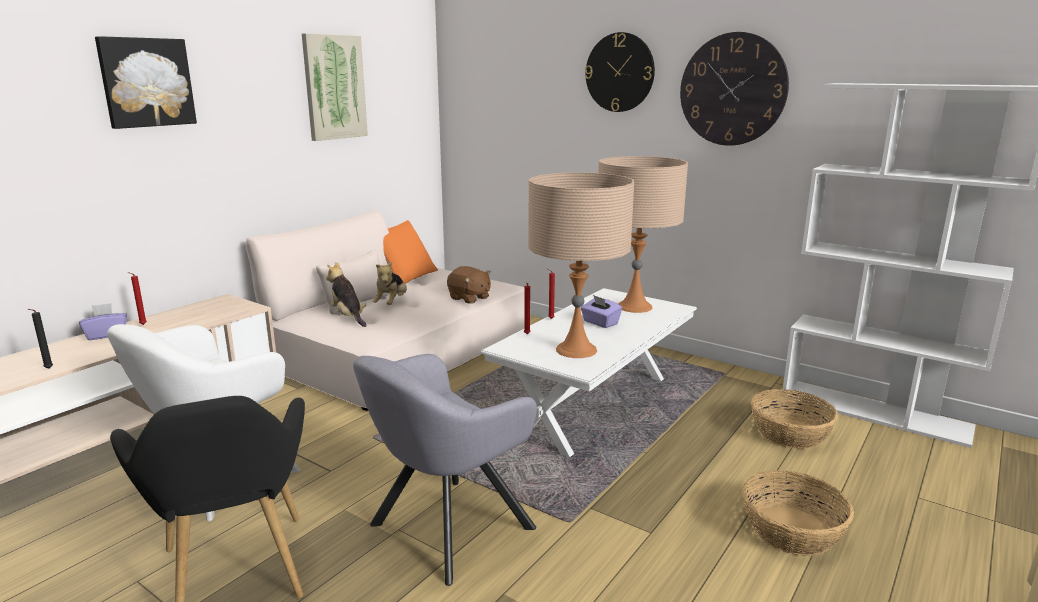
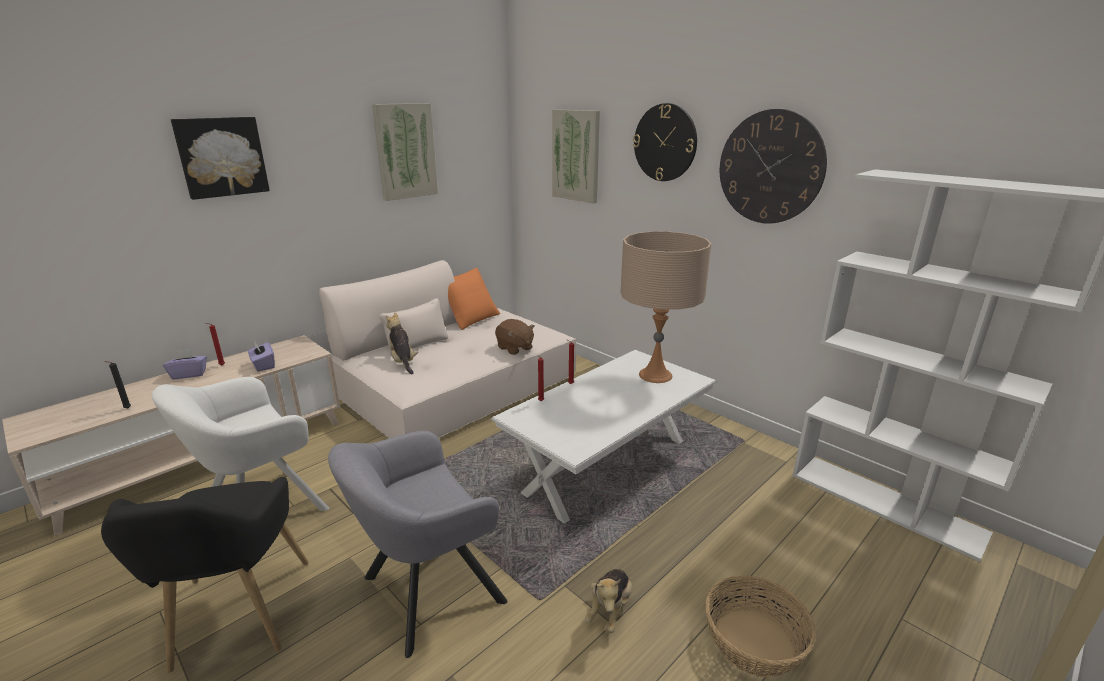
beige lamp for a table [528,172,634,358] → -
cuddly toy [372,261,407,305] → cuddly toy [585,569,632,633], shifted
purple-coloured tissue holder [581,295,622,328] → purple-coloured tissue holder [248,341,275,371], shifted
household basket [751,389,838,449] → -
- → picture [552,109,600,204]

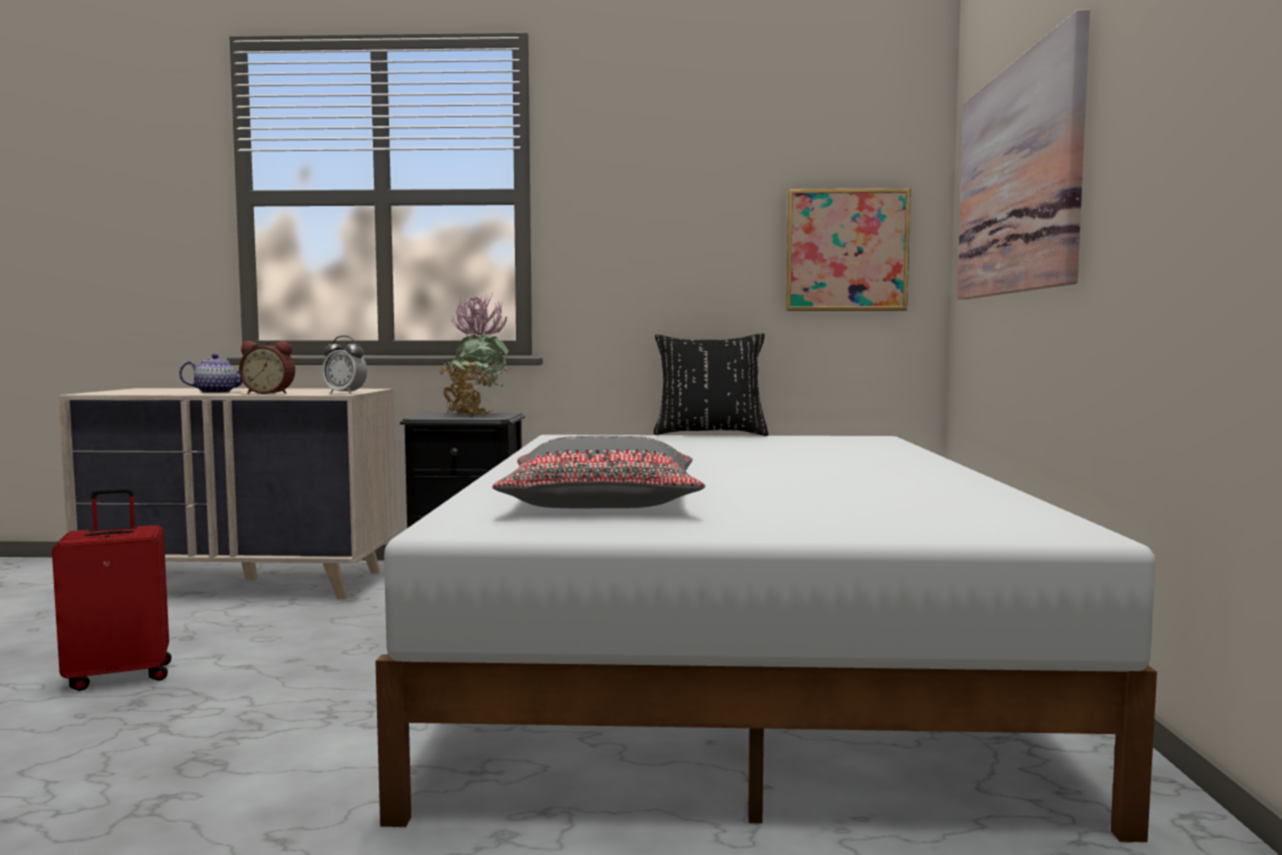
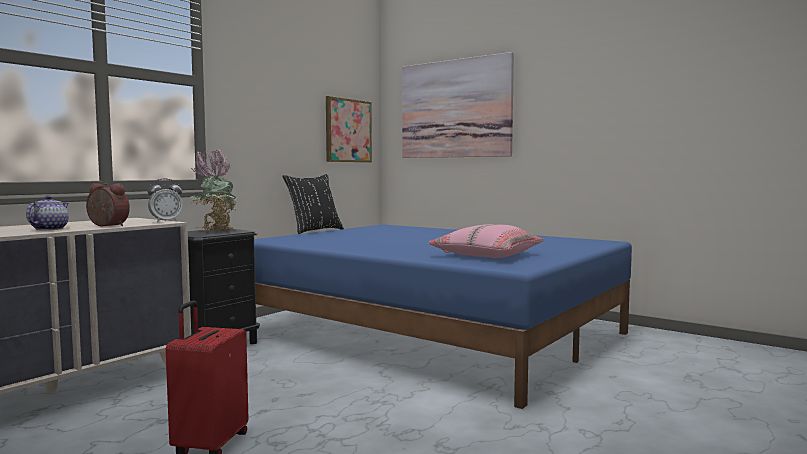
table clock [239,341,295,394] → table clock [86,183,130,226], 105 degrees counterclockwise
white-coloured sleeping bed [375,435,1157,842] → blue sleeping bed [254,224,632,409]
gray pillow [492,436,705,508] → pinkish pillow [428,224,544,258]

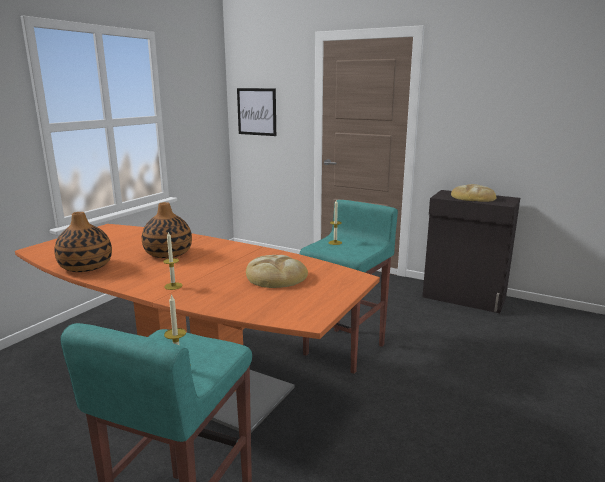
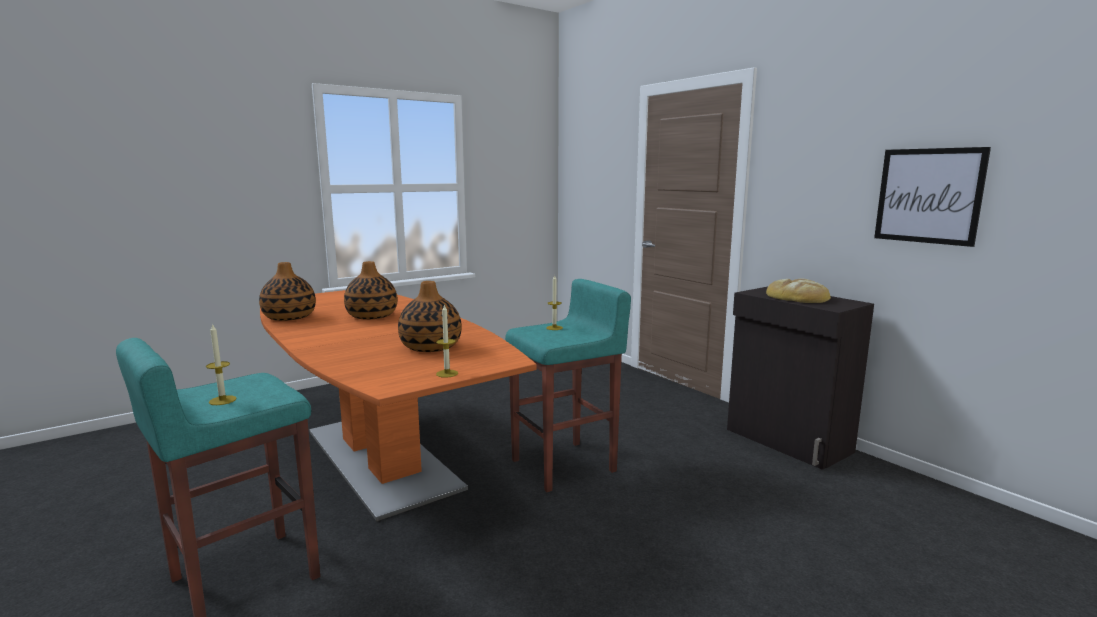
picture [237,88,276,136] → picture [874,147,991,247], shifted
candle [163,231,182,290] → candle [436,305,458,378], shifted
baked bread [246,255,308,288] → flower vase [398,281,462,352]

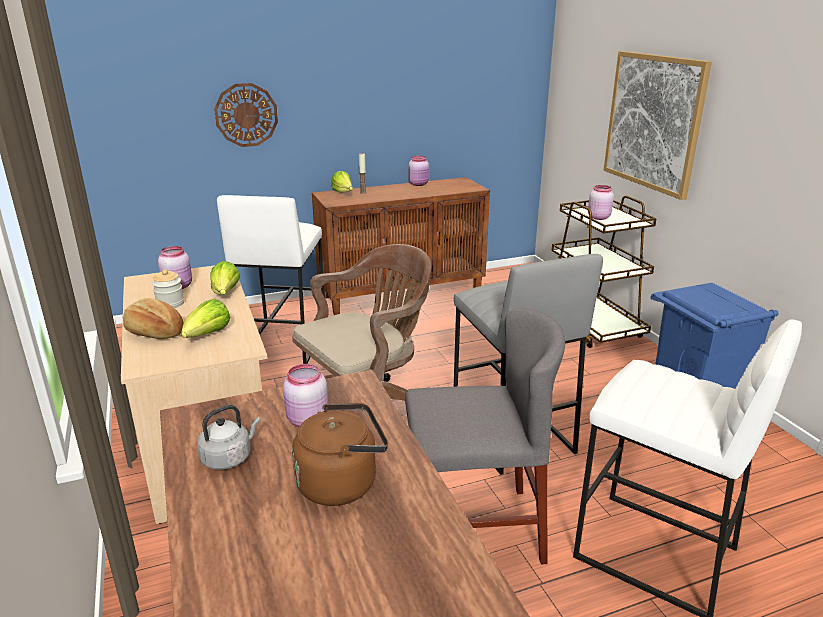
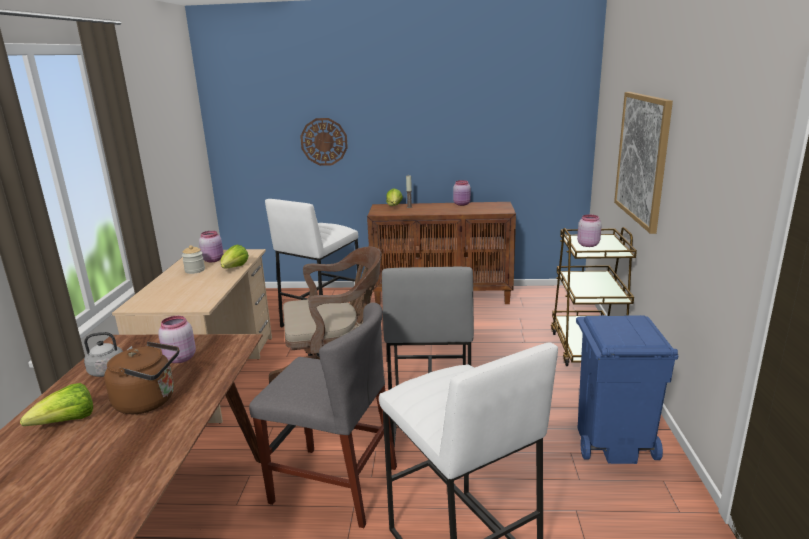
baked bread [123,298,184,339] → -
lettuce head [181,298,230,338] → lettuce head [20,383,93,426], shifted

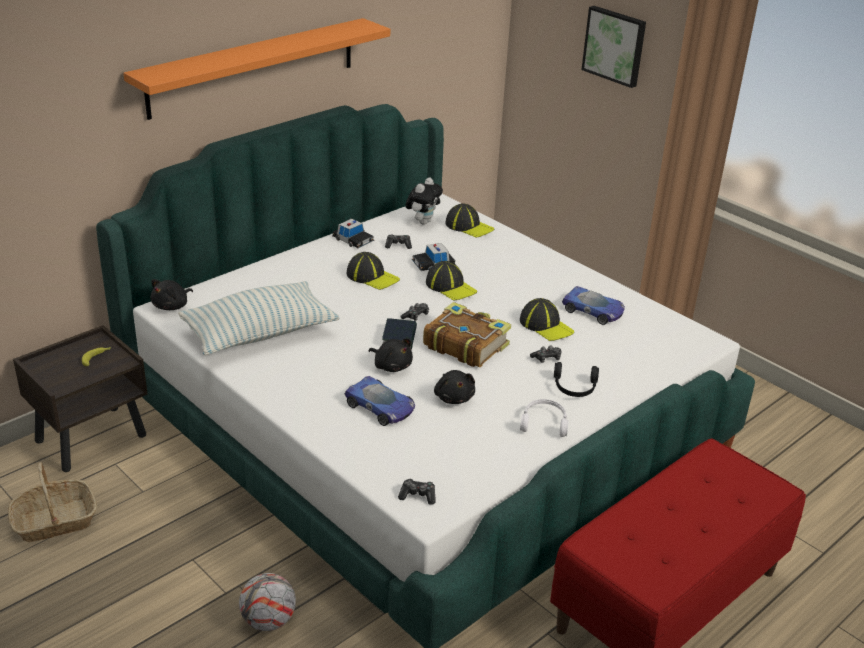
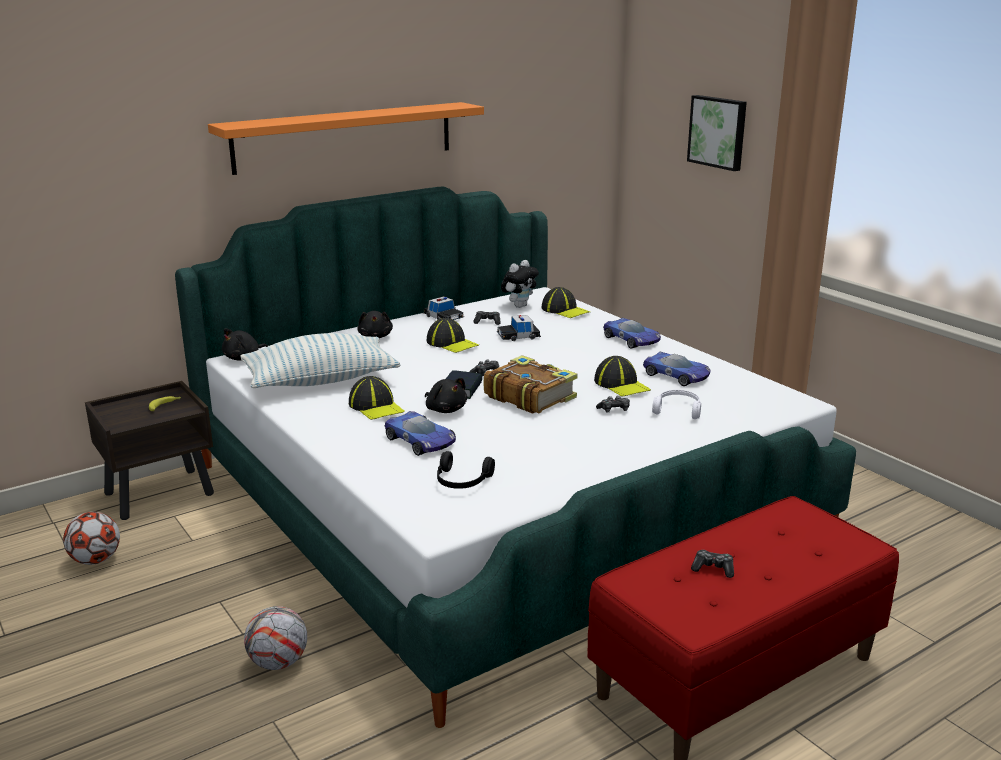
cap [426,261,477,301] → cap [349,376,405,420], shifted
blackish pair of headphones [554,362,599,397] → blackish pair of headphones [437,451,495,489], shifted
blackish cuddly toy [434,370,475,404] → blackish cuddly toy [357,311,393,338], shifted
white-coloured pair of headphones [520,399,569,437] → white-coloured pair of headphones [652,390,701,419], shifted
household basket [8,462,97,542] → football ball [63,512,120,565]
gamepad [398,479,436,505] → gamepad [691,550,734,578], shifted
- → toy car [603,318,661,349]

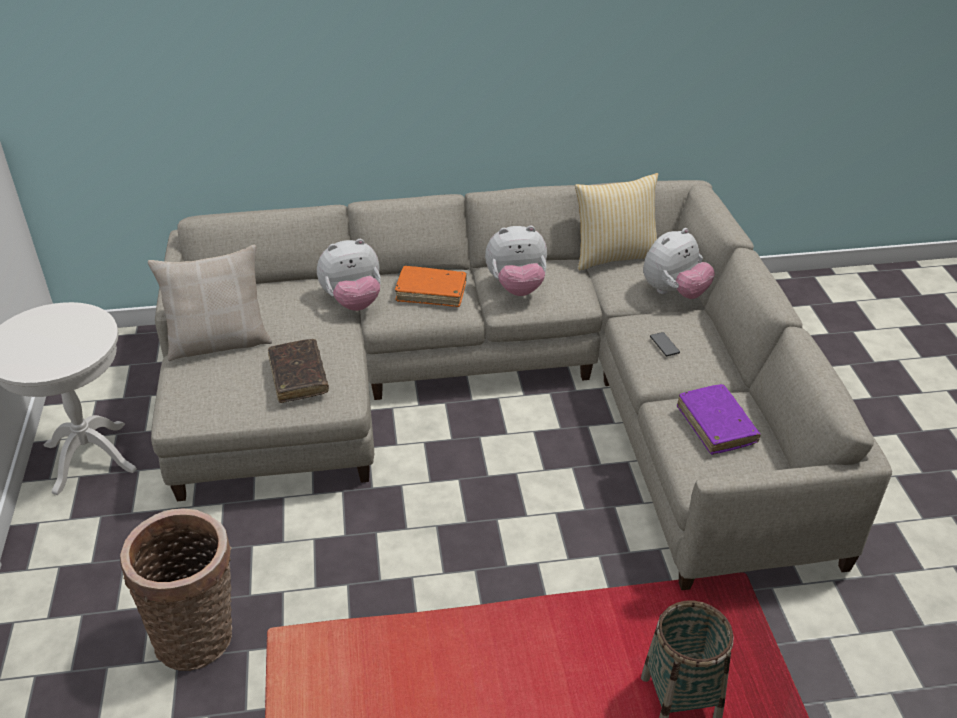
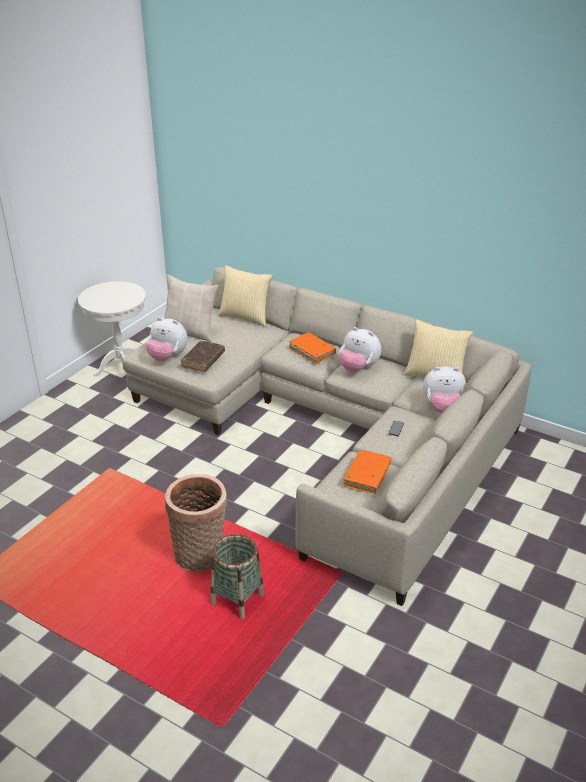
cuddly toy [317,239,381,311] → cuddly toy [146,317,188,361], shifted
purple-coloured book [677,384,761,455] → orange-coloured book [344,450,392,493]
household basket [120,508,232,671] → household basket [165,474,227,571], shifted
- → pillow [218,265,273,327]

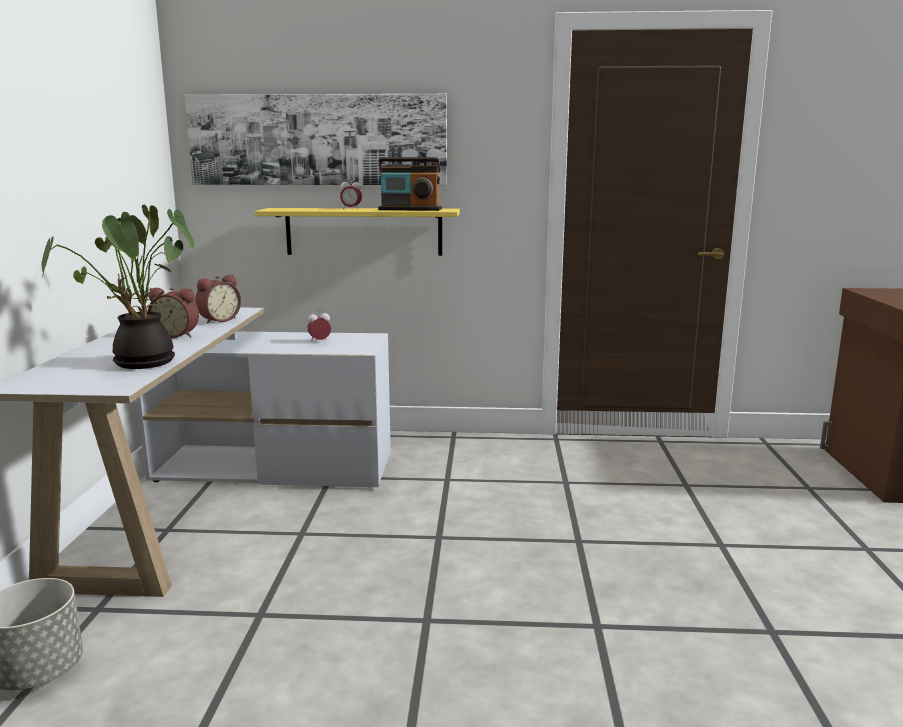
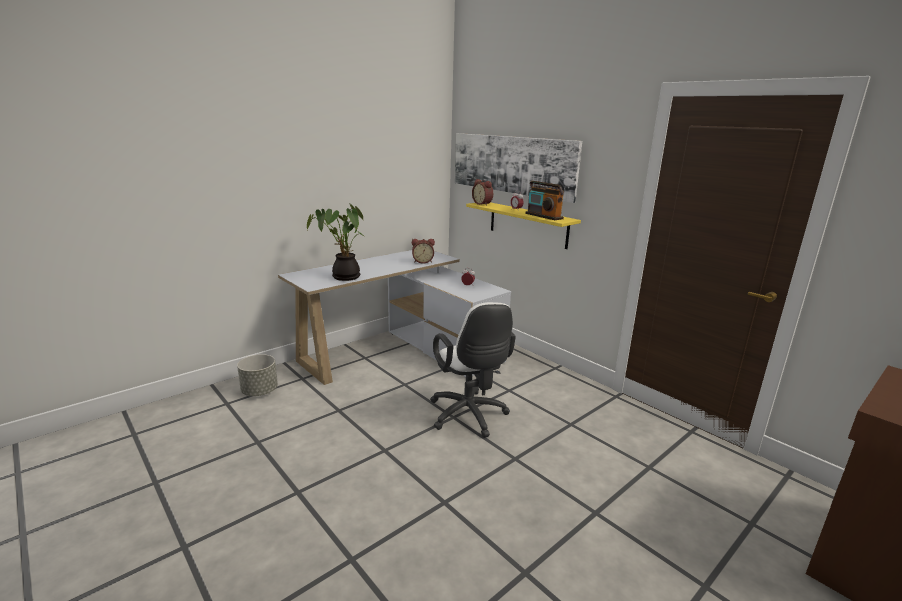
table clock [148,288,199,338] → table clock [472,179,493,206], shifted
- → white-coloured office chair [430,302,516,438]

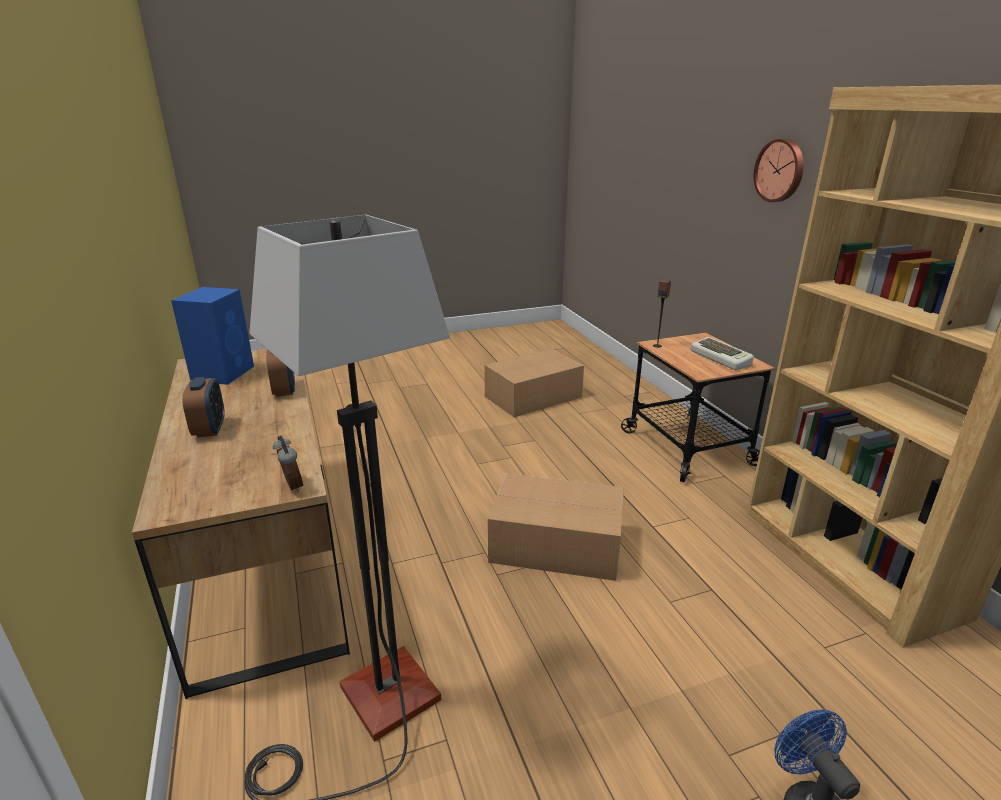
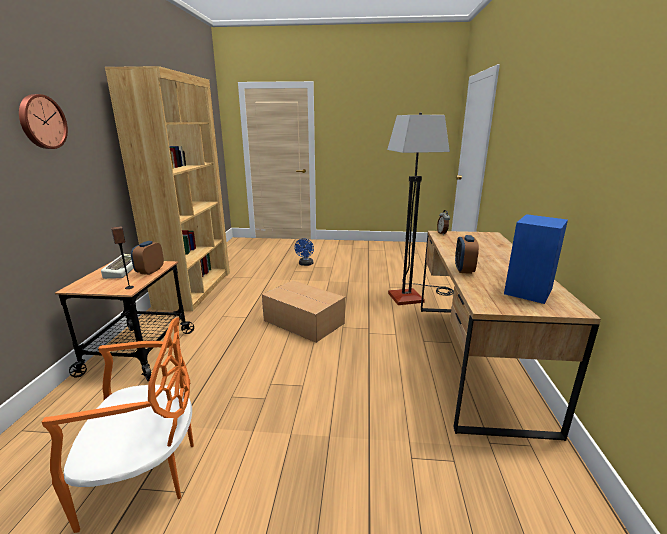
carton [484,349,584,417] → orange-coloured chair [41,317,194,533]
table clock [182,377,225,437] → table clock [131,241,164,275], shifted

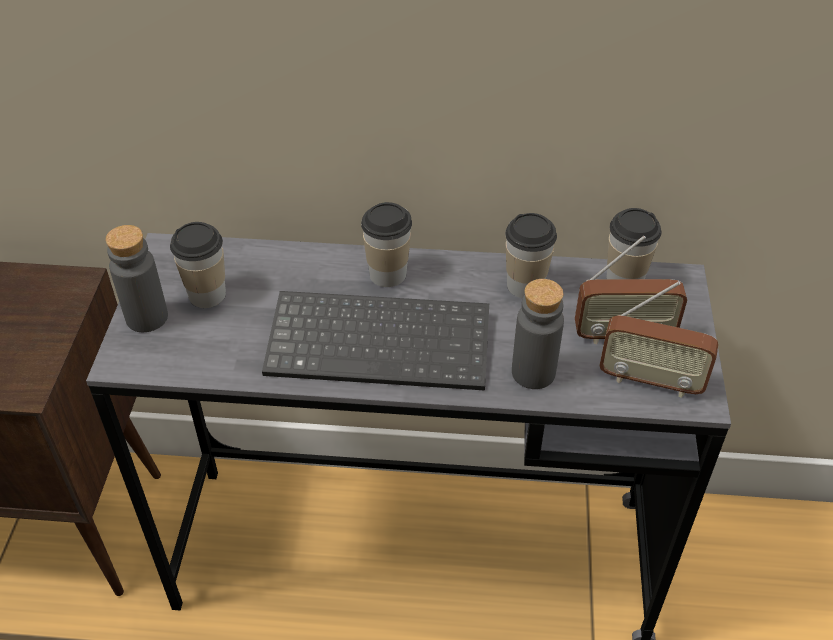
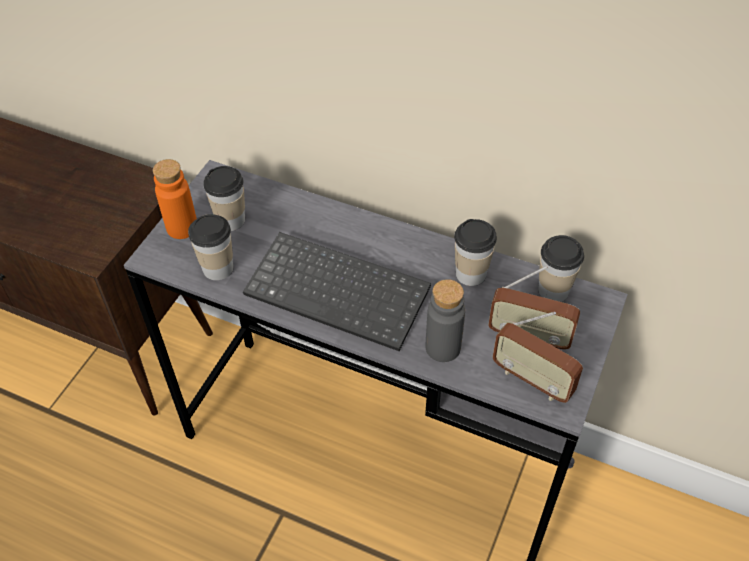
small cup [361,202,412,287] → small cup [188,214,233,280], shifted
gray beverage bottle [105,225,168,332] → orange-coloured beverage bottle [153,159,197,239]

